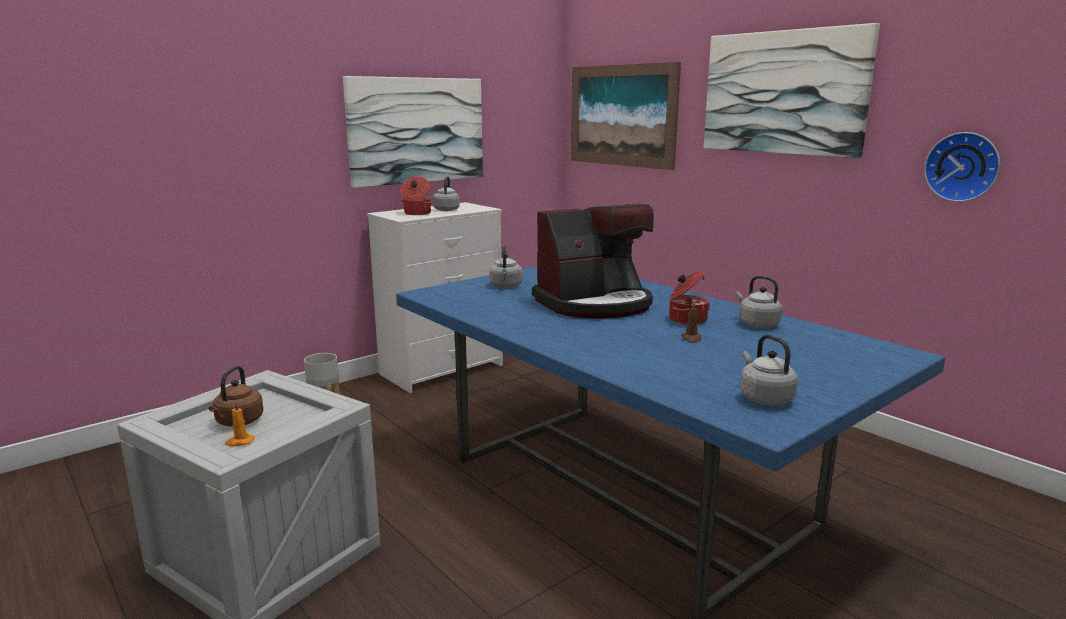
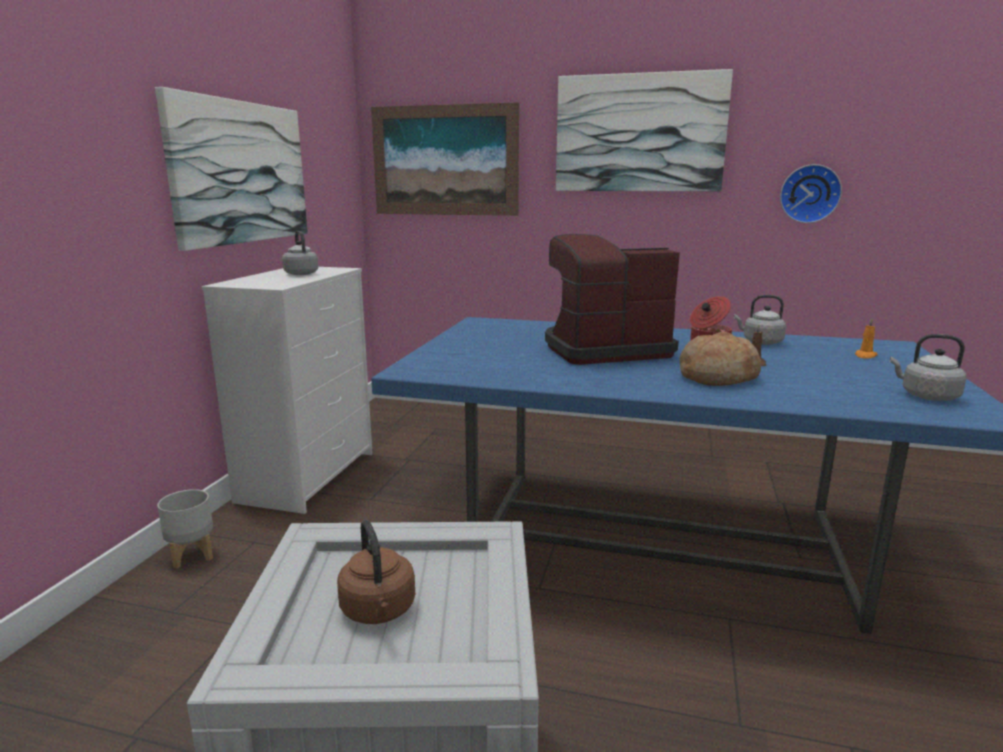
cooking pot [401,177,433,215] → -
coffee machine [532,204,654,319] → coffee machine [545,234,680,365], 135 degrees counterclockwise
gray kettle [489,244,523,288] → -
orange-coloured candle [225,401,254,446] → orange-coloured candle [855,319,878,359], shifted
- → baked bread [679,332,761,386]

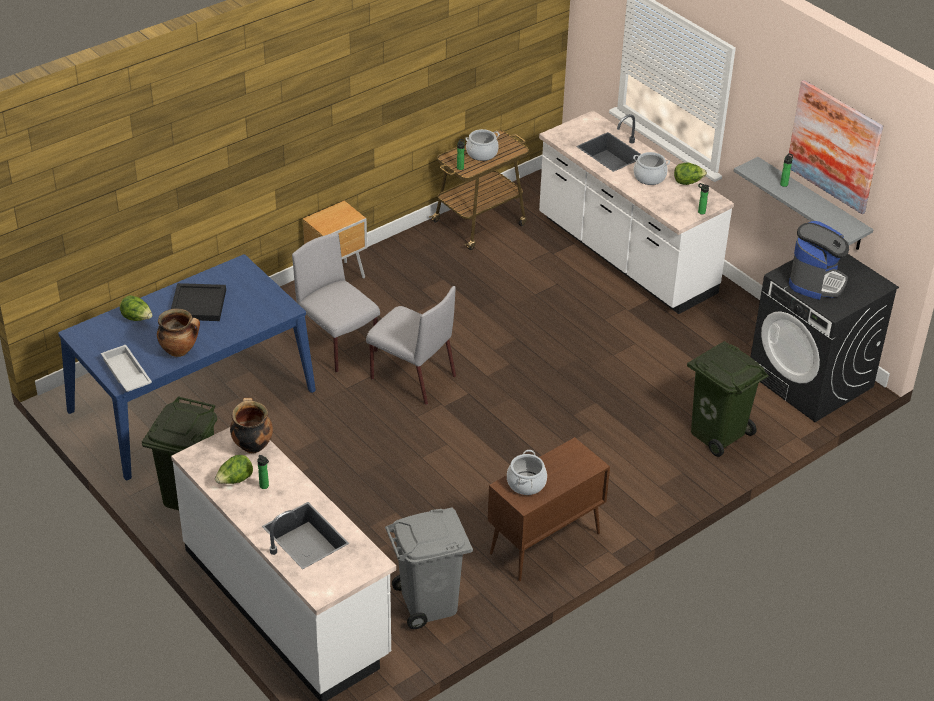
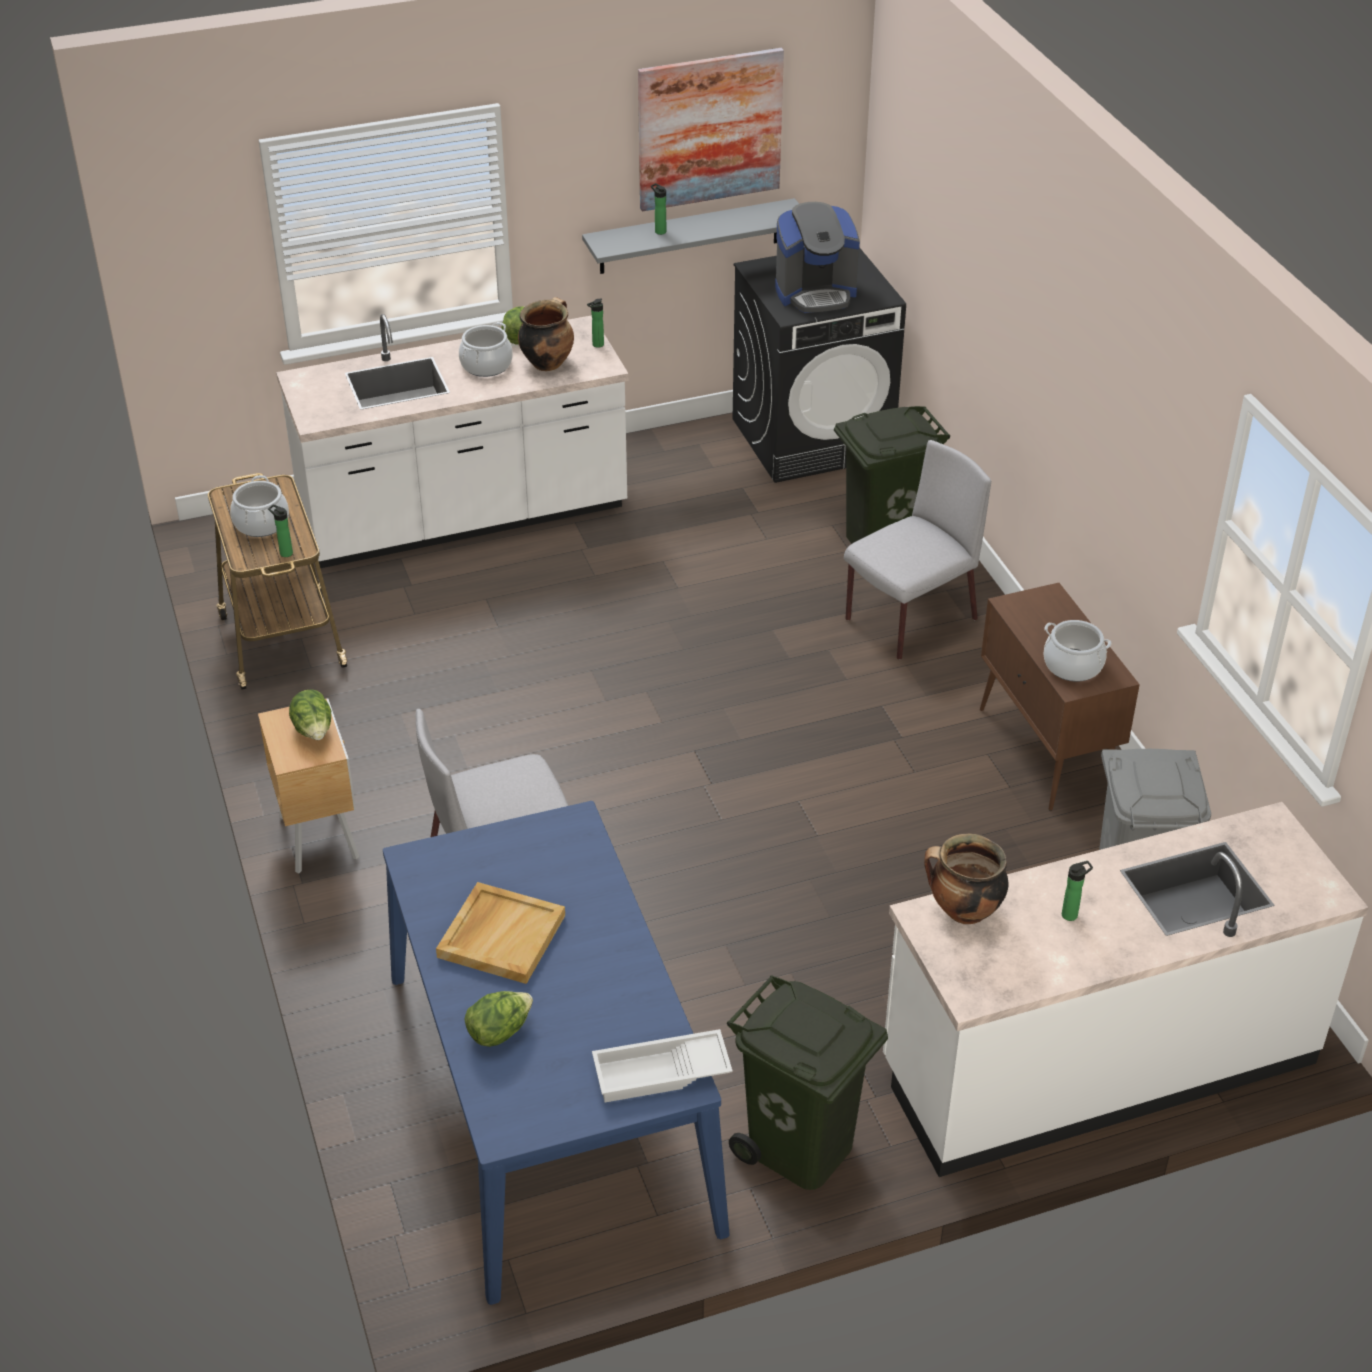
coffee machine [789,221,849,300] → coffee machine [775,202,860,313], 120 degrees clockwise
blackish carrying tray [171,283,226,321] → beige carrying tray [436,882,565,984]
gray chair [366,286,456,405] → gray chair [844,440,991,660], shifted
cooking pot [157,309,200,357] → cooking pot [518,297,574,371], shifted
lettuce head [215,455,253,484] → lettuce head [289,689,331,740], shifted

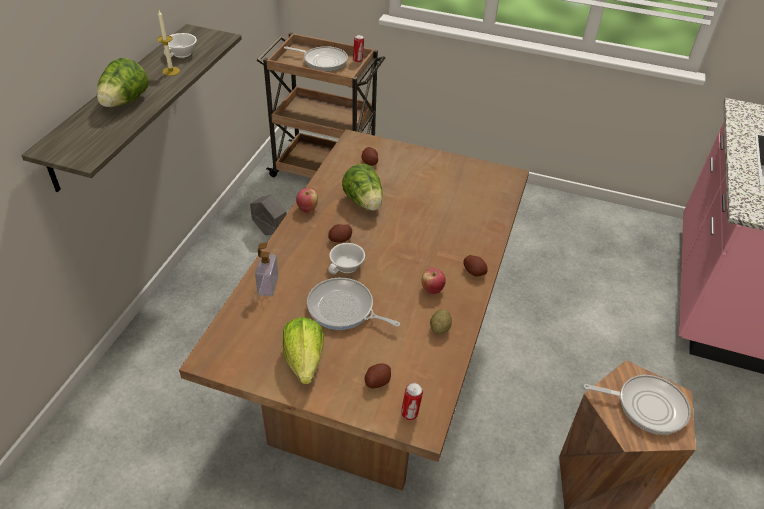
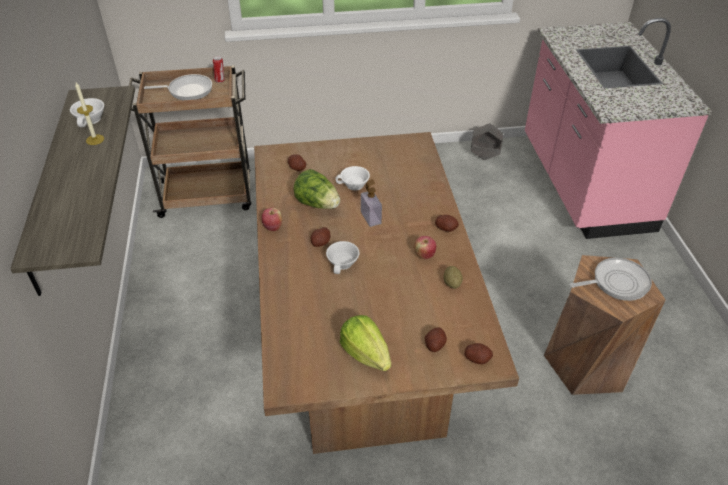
lettuce head [97,58,148,107] → -
gray planter [250,195,287,235] → gray planter [471,123,503,160], shifted
soap dispenser [255,242,278,296] → soap dispenser [361,179,382,227], shifted
frying pan [307,278,400,330] → -
can [401,383,423,420] → spud [464,343,493,364]
- → white-coloured small cup [336,166,370,190]

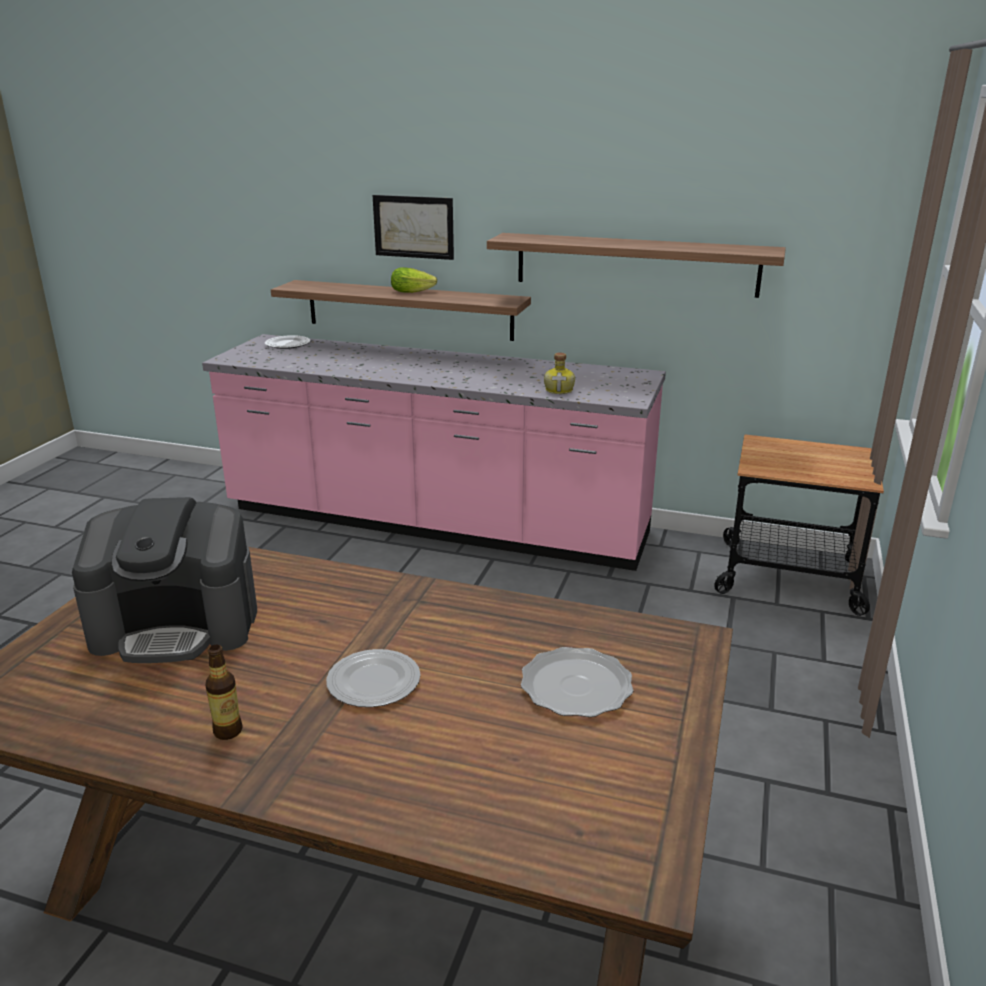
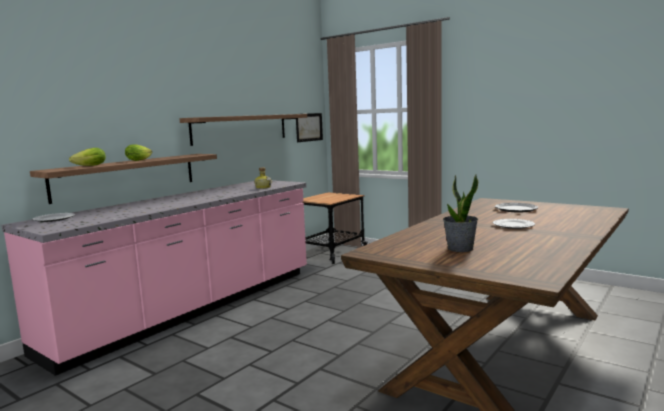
picture [373,195,454,260] → picture [296,113,323,142], shifted
coffee machine [72,497,257,663] → plant in a pot [443,174,478,252]
beverage bottle [205,645,243,740] → -
- → lettuce head [69,148,106,166]

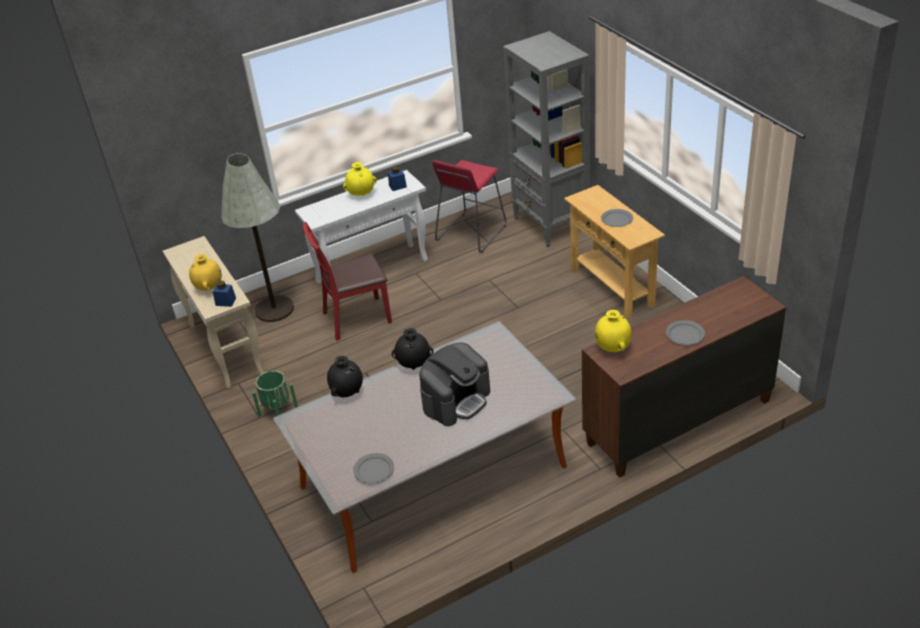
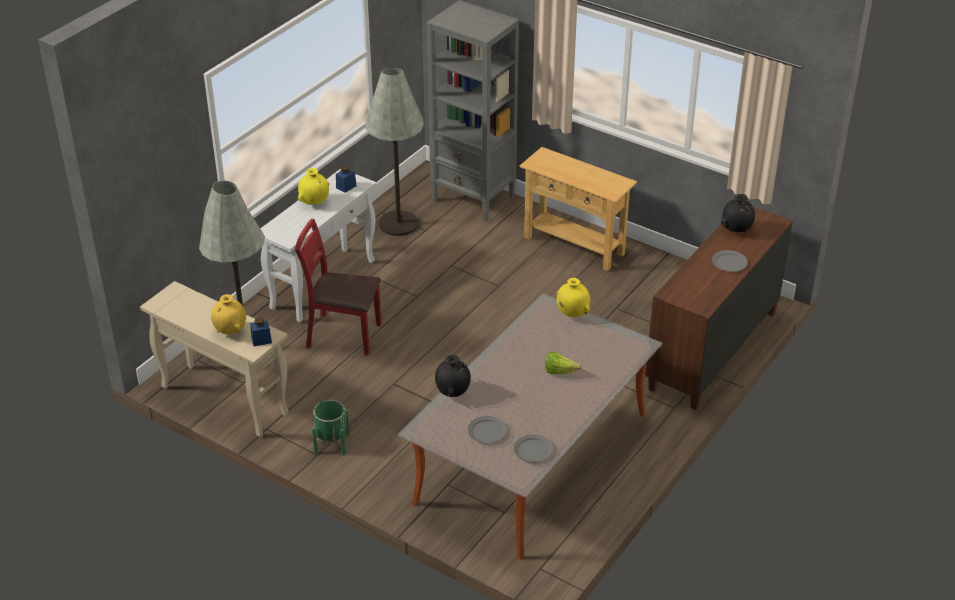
red sitting stool [432,160,507,253] → gray standing lamp [365,68,424,236]
gray plate [601,209,633,227] → gray plate [468,416,507,444], shifted
red chair [303,222,392,341] → red chair [295,219,381,356], 60 degrees clockwise
yellowish flower vase [595,310,631,352] → yellowish flower vase [557,278,590,317], shifted
blackish flower vase [392,328,434,370] → blackish flower vase [721,194,755,232], shifted
coffee machine [419,343,490,426] → lettuce head [545,352,581,374]

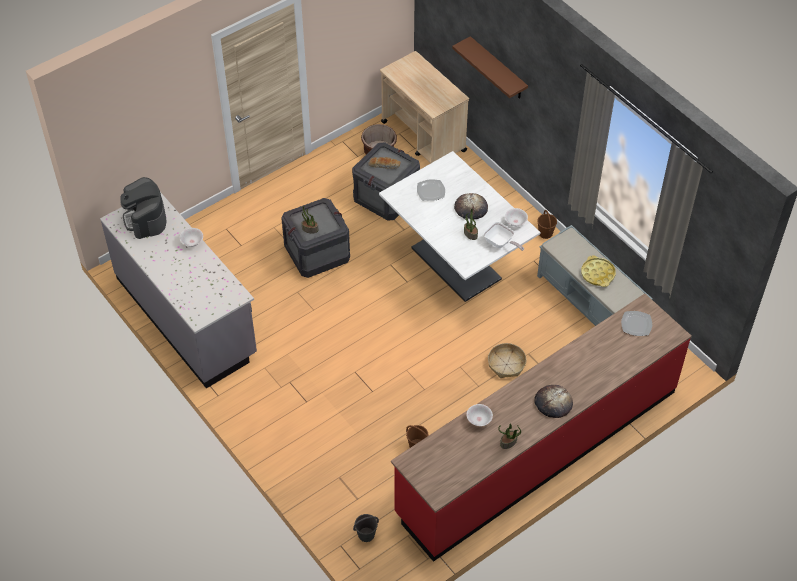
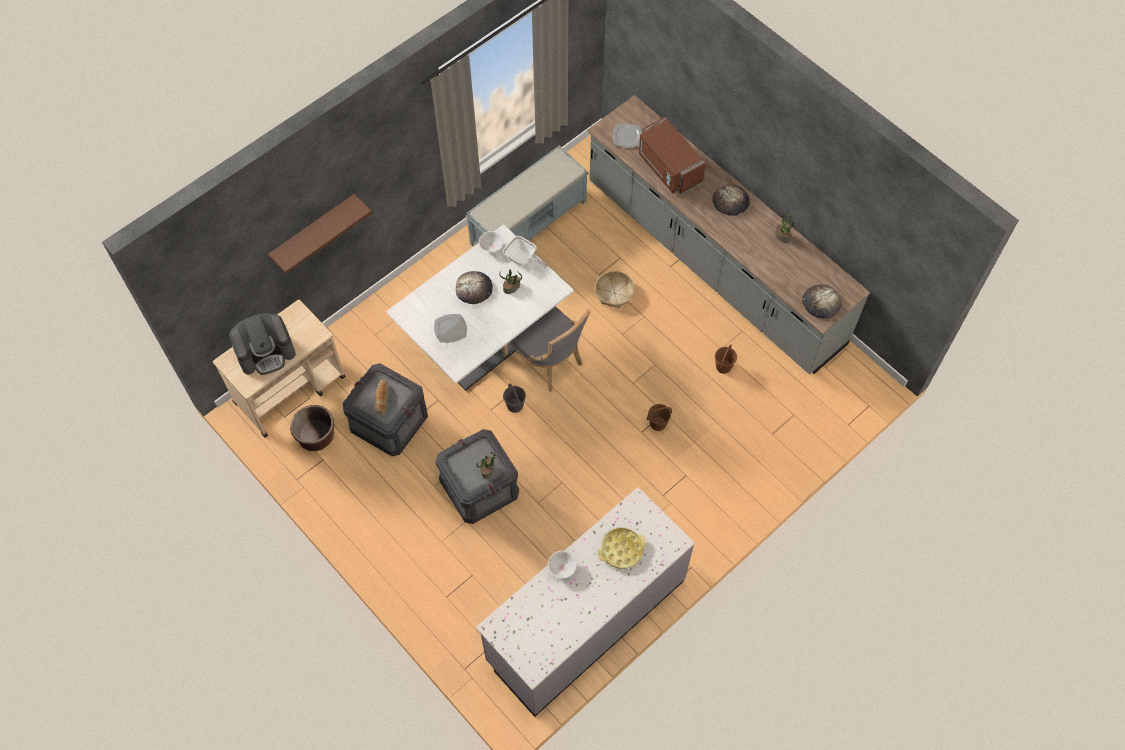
coffee machine [120,177,167,239] → coffee machine [229,313,296,375], shifted
brownish water bucket [537,210,557,239] → brownish water bucket [647,404,672,431], shifted
frying pan [483,222,524,251] → frying pan [503,236,548,268], 90 degrees clockwise
yellowish carrying tray [581,255,616,287] → yellowish carrying tray [598,528,646,569], shifted
red kitchen base unit [391,294,692,562] → gray kitchen base unit [587,95,870,375]
white-coloured bowl [467,404,493,426] → -
gray water bucket [353,514,379,542] → gray water bucket [503,384,526,413], shifted
- → brownish microwave oven [639,117,706,195]
- → baked bread [802,284,841,319]
- → gray chair [501,306,591,392]

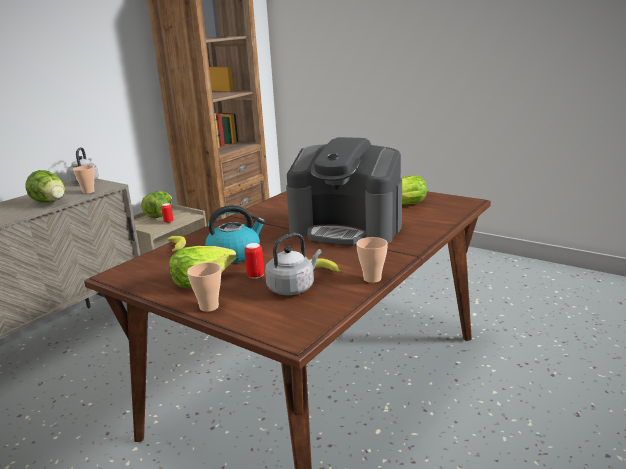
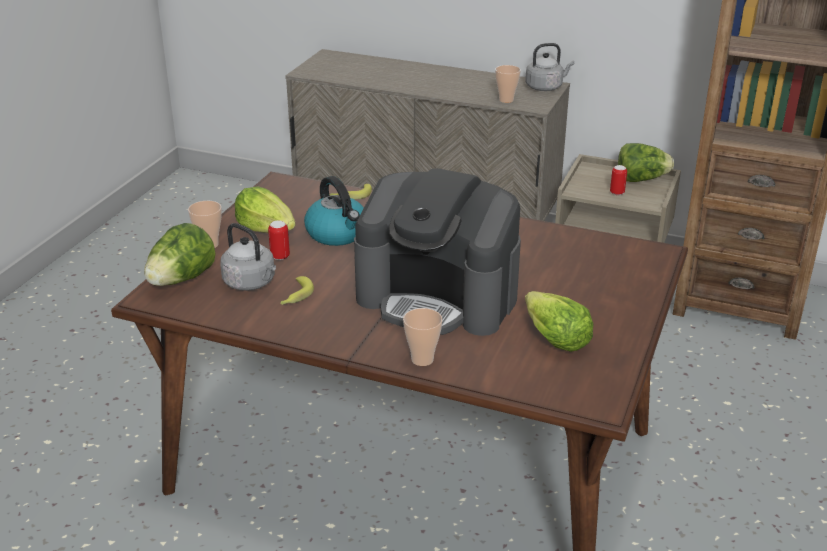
coffee machine [286,137,402,246] → coffee machine [354,168,521,336], 75 degrees counterclockwise
lettuce head [25,170,65,203] → lettuce head [144,223,215,286], shifted
small cup [356,237,388,283] → small cup [403,308,442,366], shifted

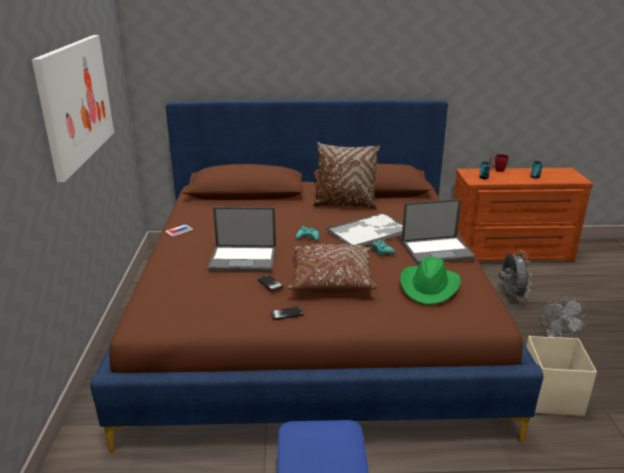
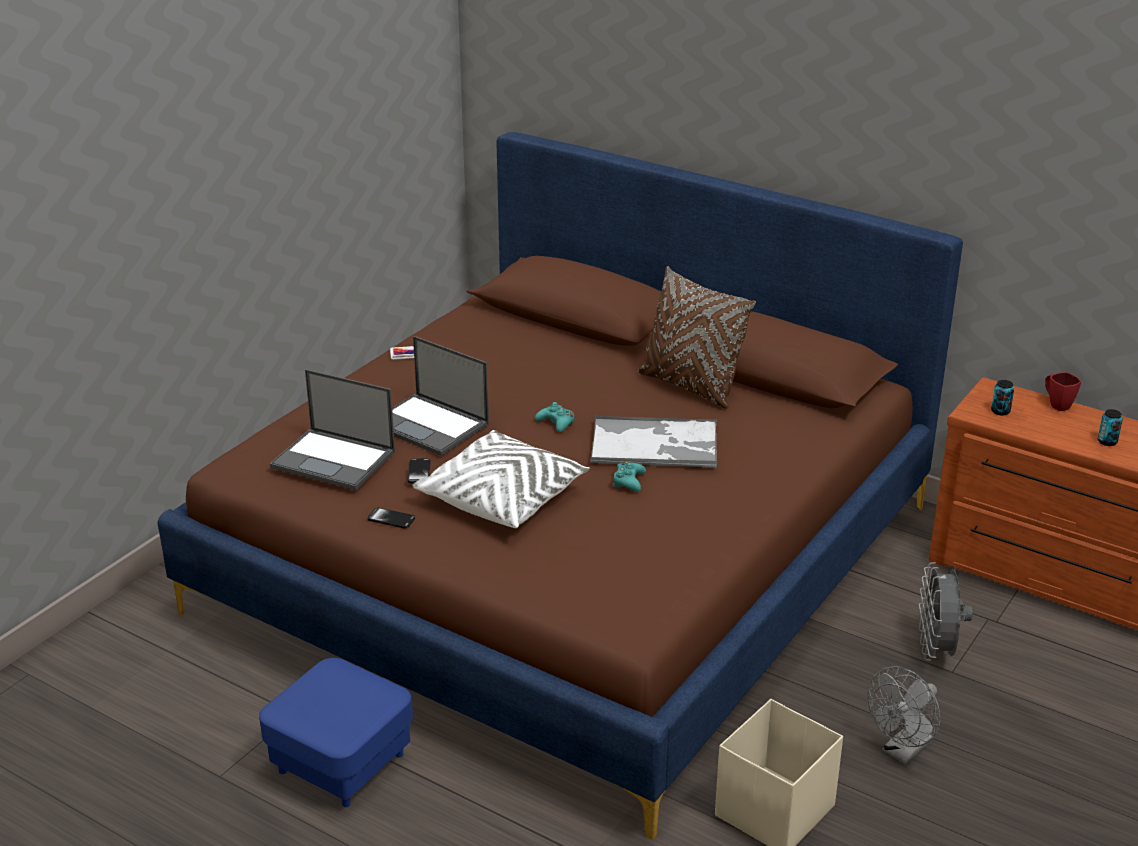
picture [32,35,114,182] → -
portable computer [401,199,476,265] → portable computer [270,369,395,490], shifted
brownish pillow [288,244,377,293] → white-coloured pillow [412,430,590,528]
gray electric fan [499,250,532,301] → gray electric fan [919,562,973,661], 150 degrees clockwise
greenish wearable hat [400,257,461,305] → -

